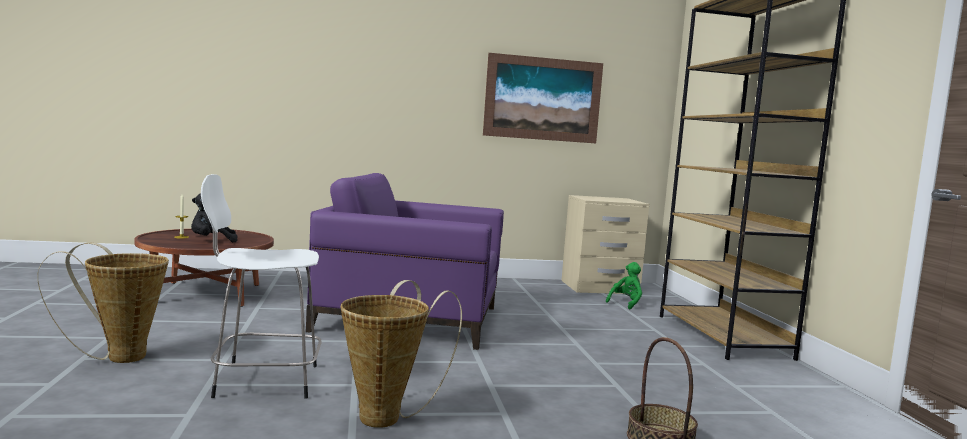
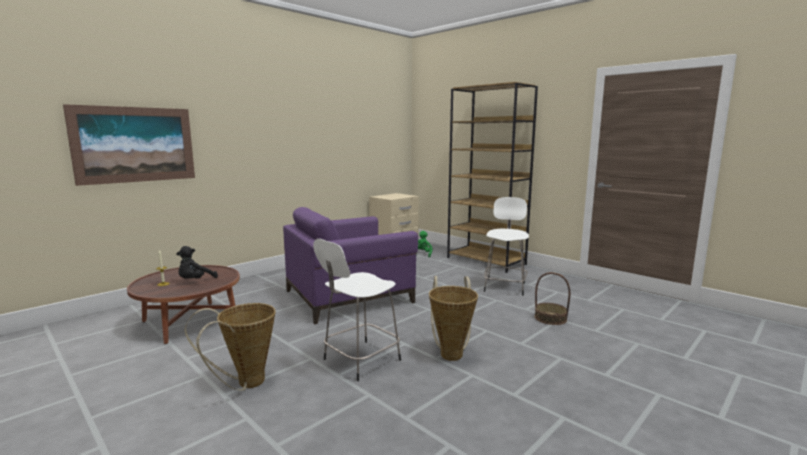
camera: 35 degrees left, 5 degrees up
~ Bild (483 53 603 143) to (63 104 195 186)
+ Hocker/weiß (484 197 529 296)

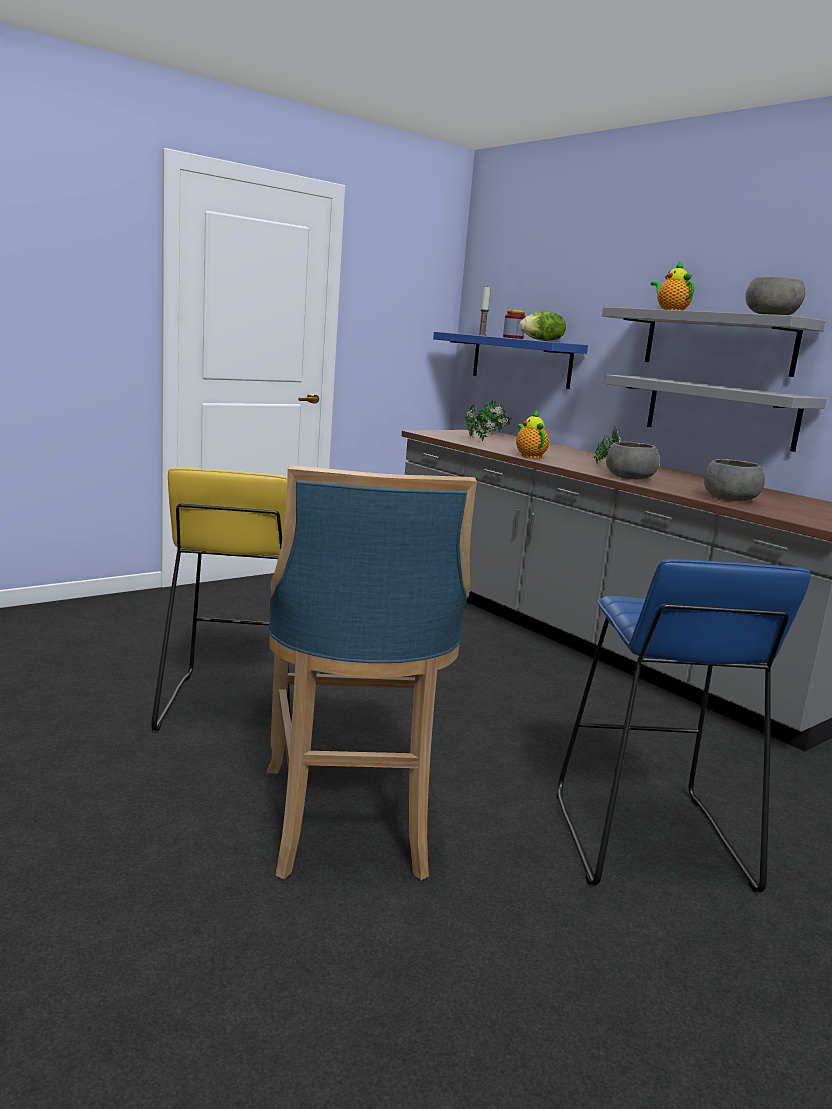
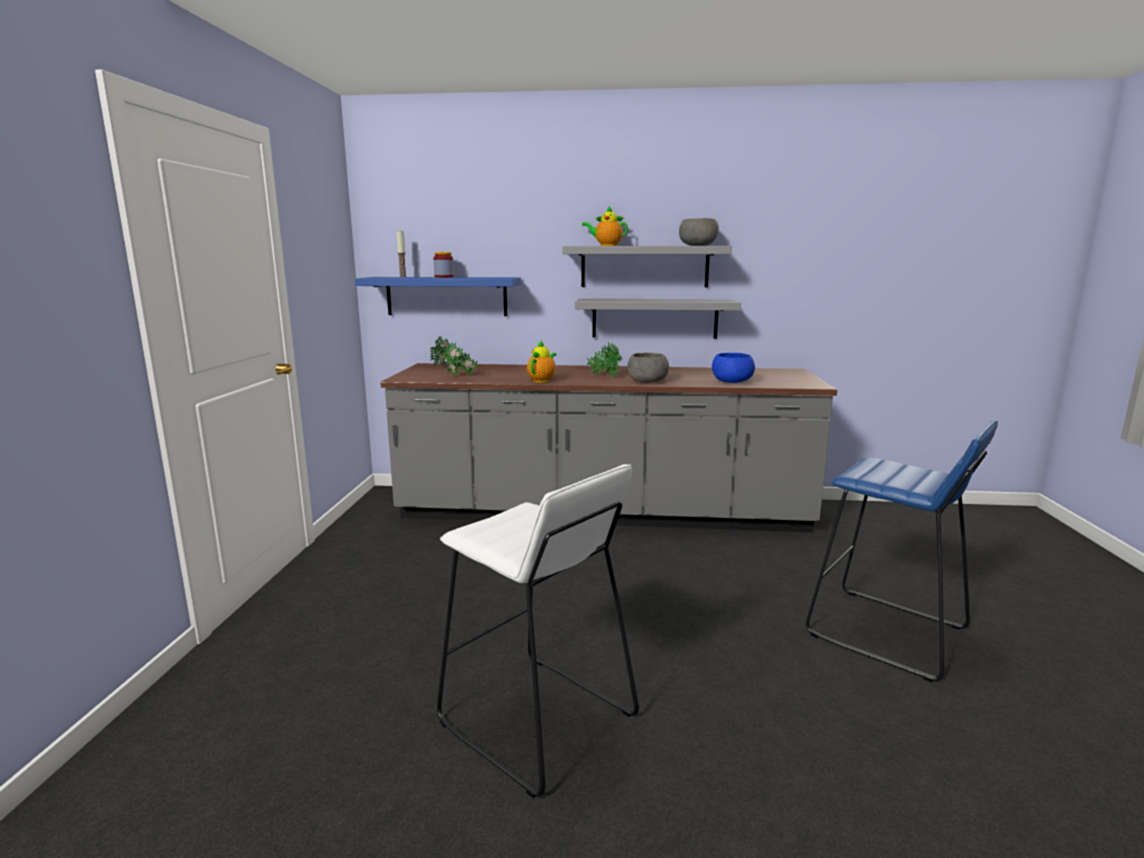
camera: 45 degrees left, 0 degrees up
~ Hocker/gelb (151 467 292 731) to Hocker/weiß (437 464 639 798)
~ Teekanne (516 410 549 458) = (527 340 557 383) 90 degrees clockwise
~ Schüssel/grau (704 459 765 501) to Schüssel/blau (712 353 755 383)
- Hocker/blau (267 465 477 880)
- Salatkopf (520 311 566 341)

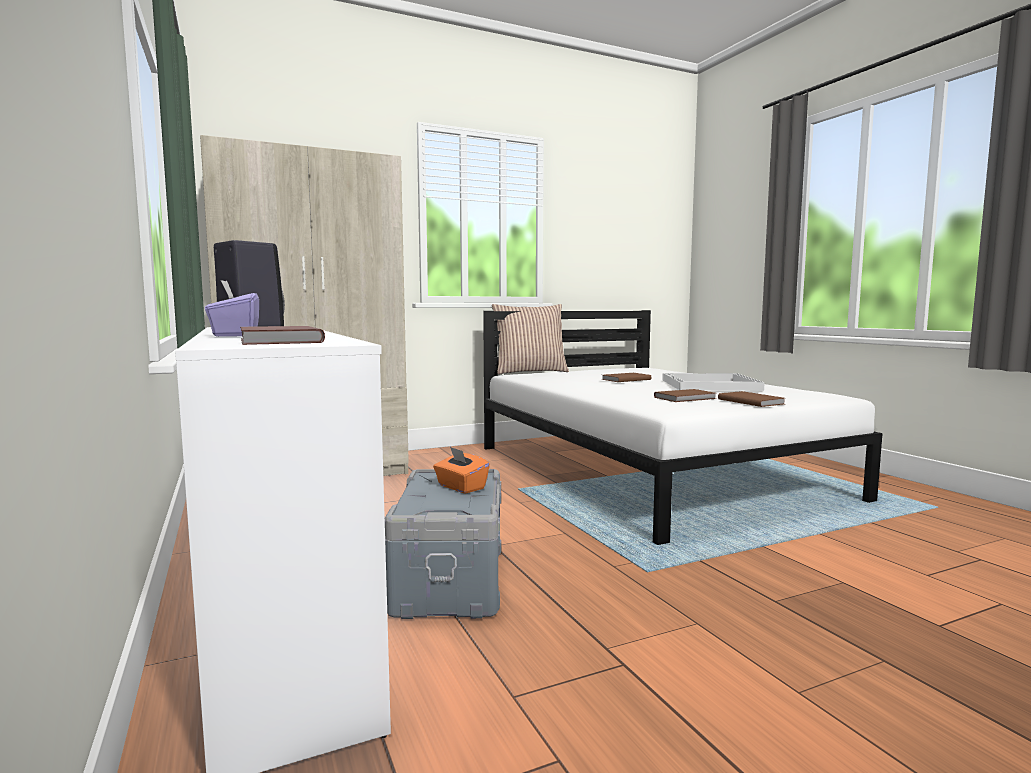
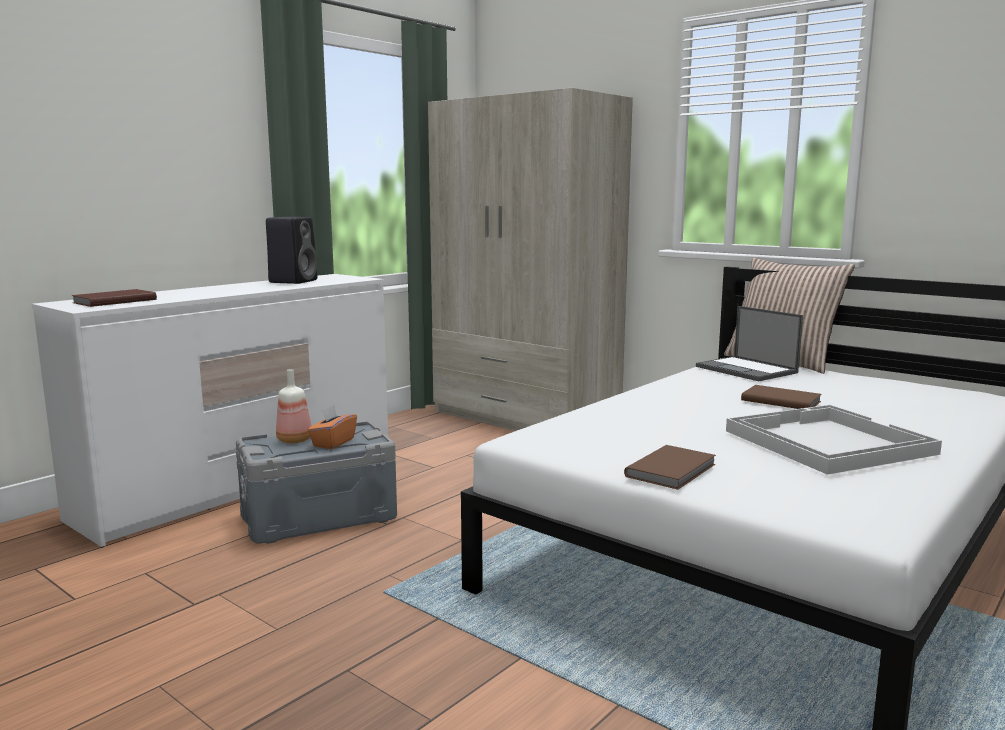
camera: 65 degrees right, 5 degrees up
+ Flasche (276 369 312 443)
+ Laptop (696 306 803 381)
- Taschentuchbox/lila (205 280 259 337)
- Buch/braun (654 389 716 402)

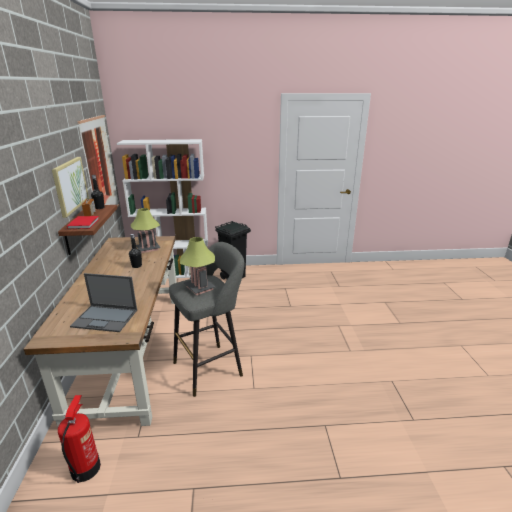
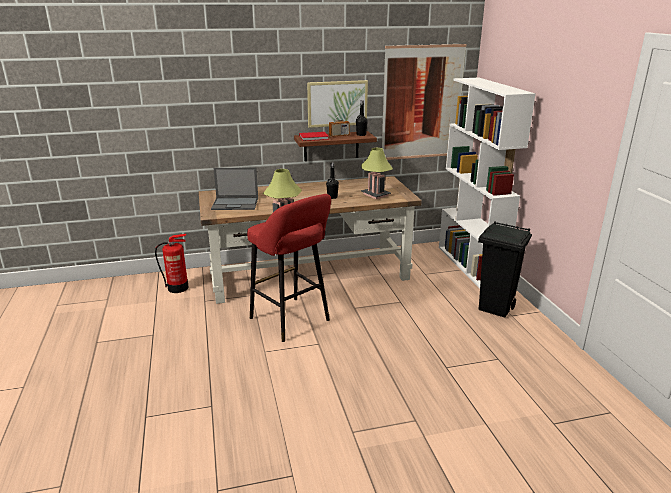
camera: 80 degrees right, 0 degrees up
~ Laptop (70 273 137 332) = (211 168 258 210) 90 degrees counterclockwise
~ Hocker/grau (169 242 245 397) to Hocker/rot (247 194 331 342)

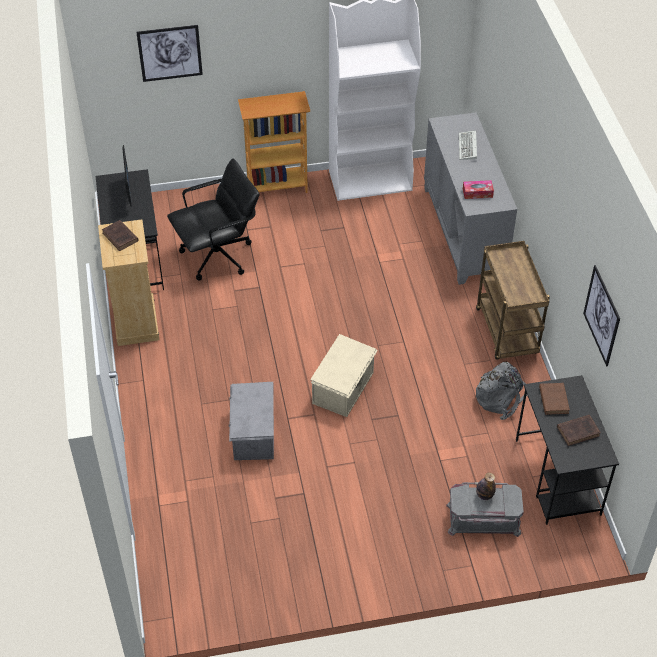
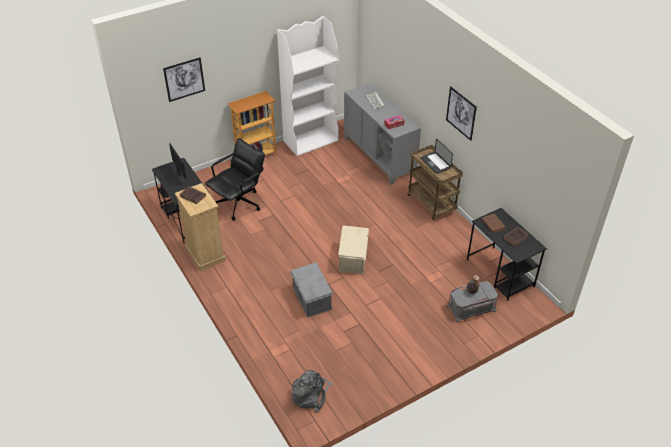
camera: 20 degrees left, 5 degrees down
~ Rucksack/grau (476 362 527 420) to (291 370 333 412)
+ Laptop (421 138 453 174)
~ Bild (583 265 620 367) to (446 86 477 141)

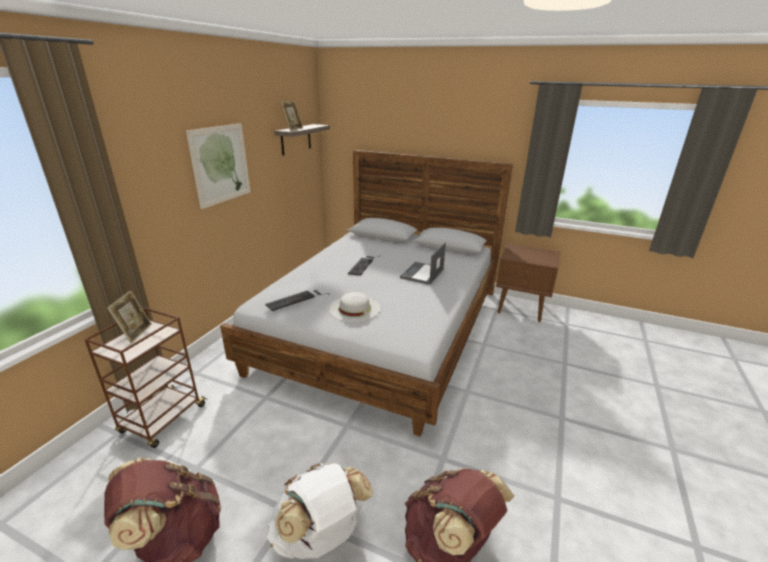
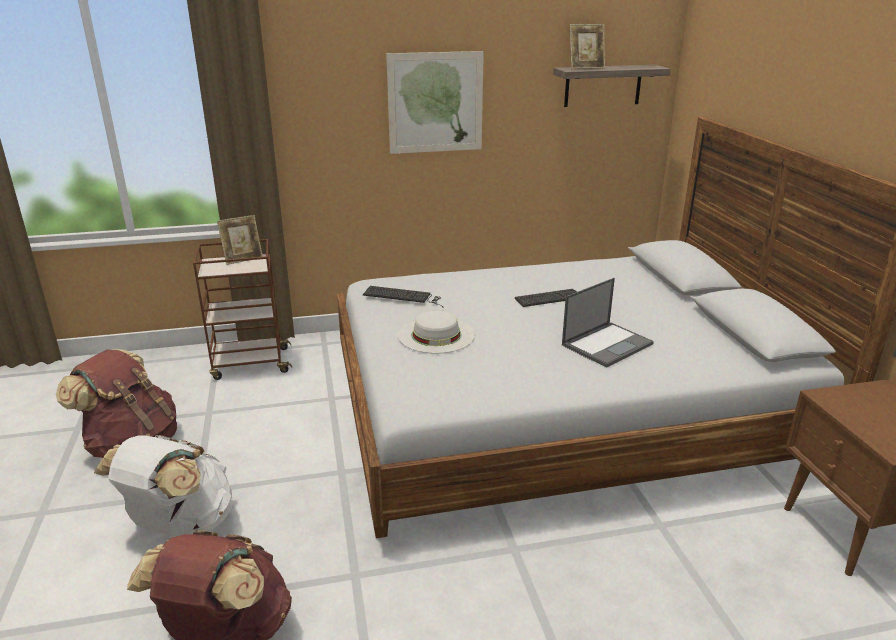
camera: 55 degrees right, 0 degrees up
~ Laptop (400 242 446 285) = (562 278 654 368) 150 degrees clockwise

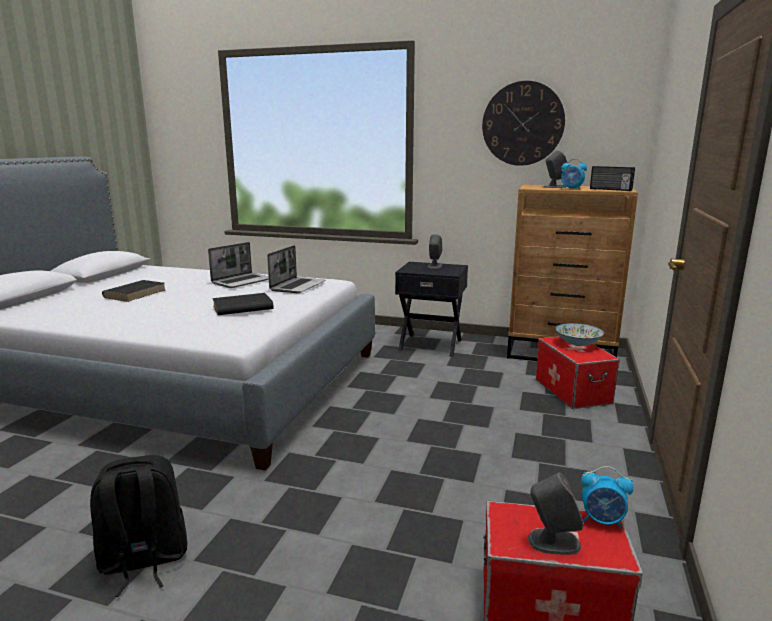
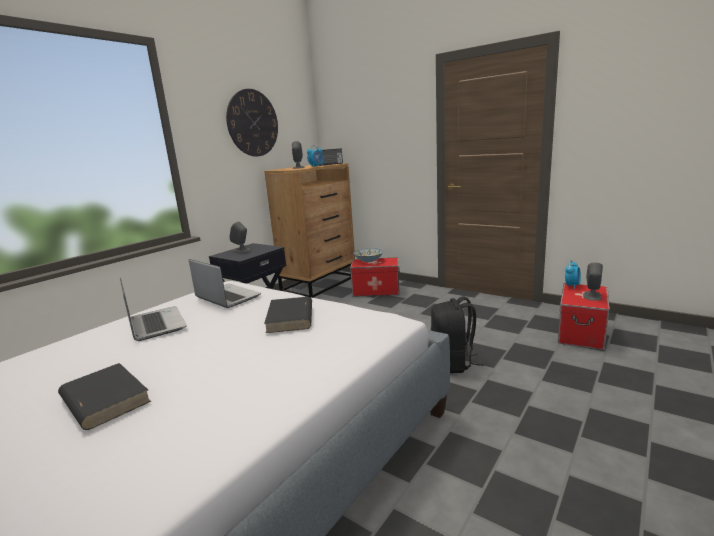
camera: 70 degrees left, 0 degrees up
~ Rucksack/schwarz (90 455 187 597) to (431 297 483 373)

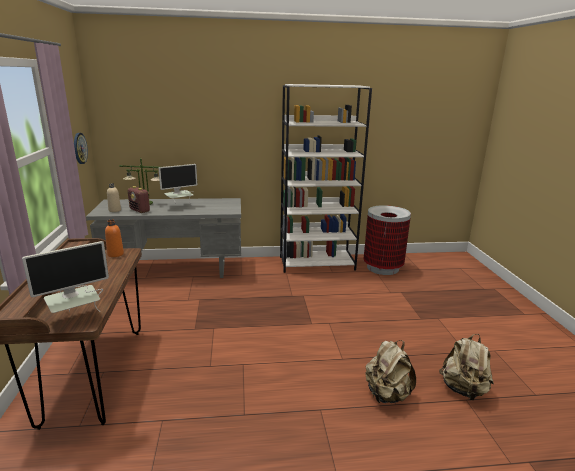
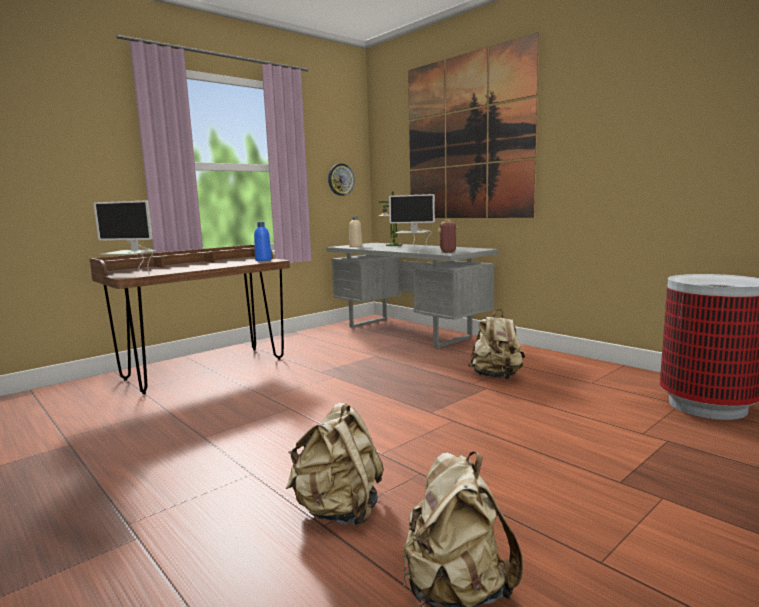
camera: 55 degrees right, 10 degrees down
~ Flasche/orange (105 220 124 257) to Flasche/blau (254 222 272 261)
+ Bild (408 32 539 218)
~ Radio (128 186 150 213) to (438 219 458 253)
+ Rucksack/beige (468 309 525 379)
- Bücherregal/weiß (280 84 372 273)

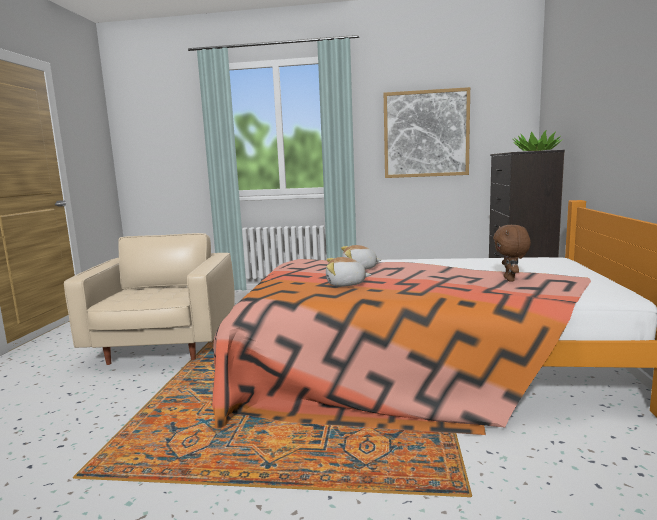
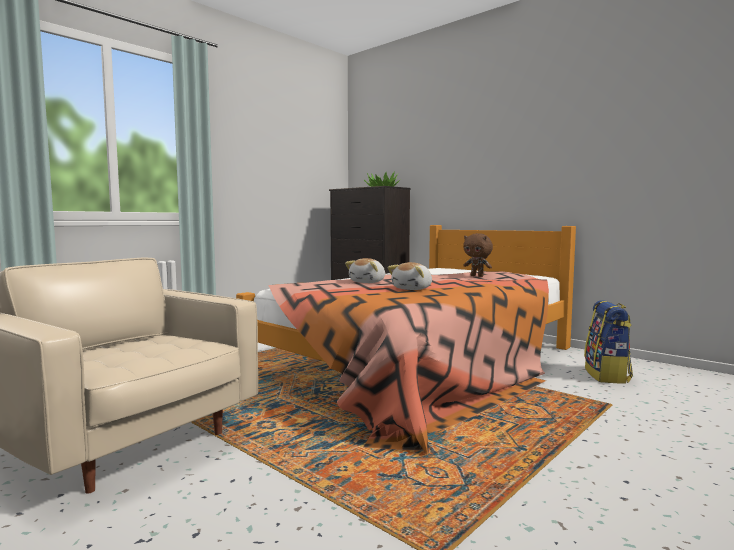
camera: 55 degrees left, 5 degrees down
+ Rucksack (584 300 633 384)
- Bild (384 87 470 178)

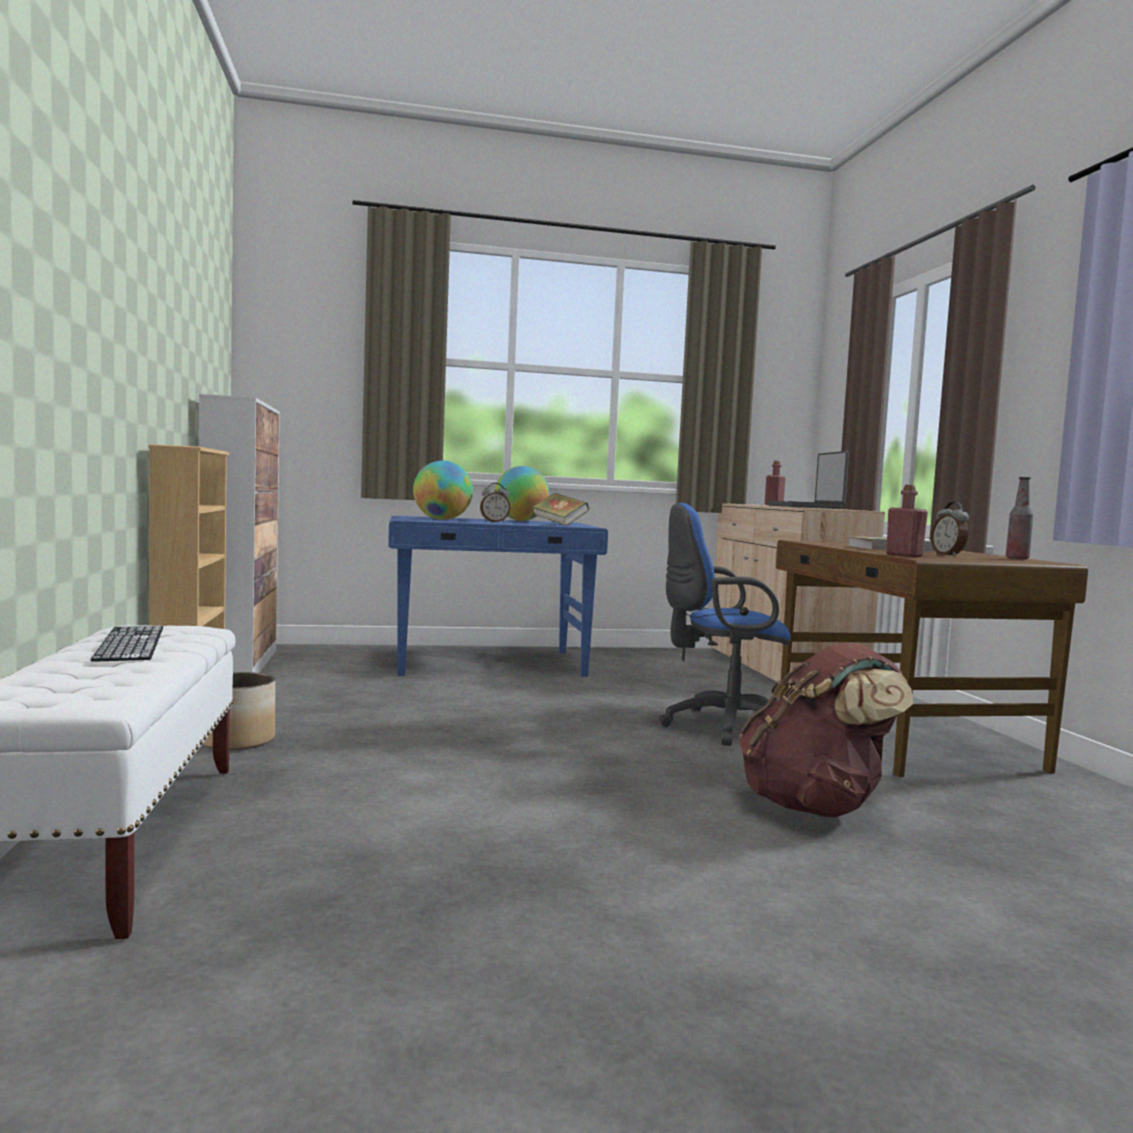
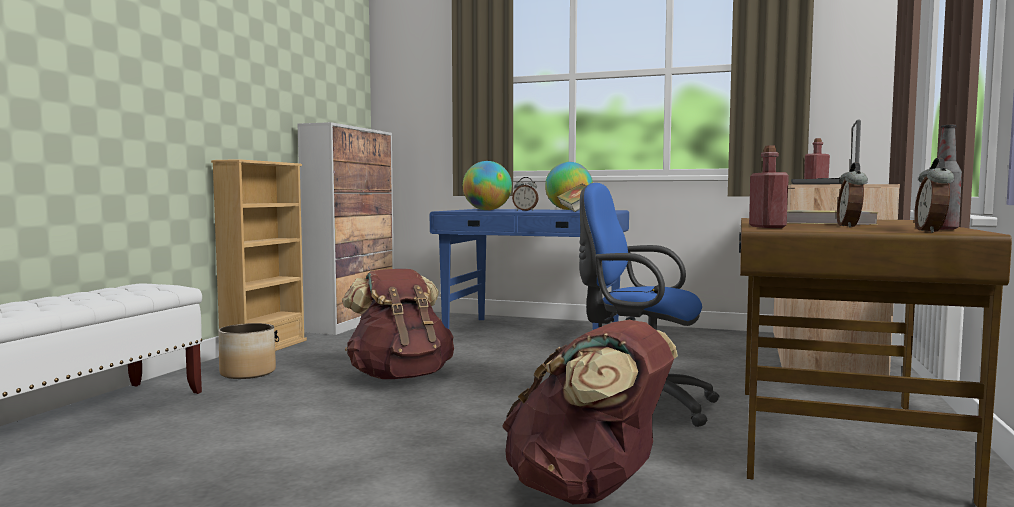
camera: 30 degrees right, 0 degrees up
+ Rucksack/braun (342 269 454 379)
+ Wecker (914 158 954 233)
- Tastatur (91 625 163 662)

